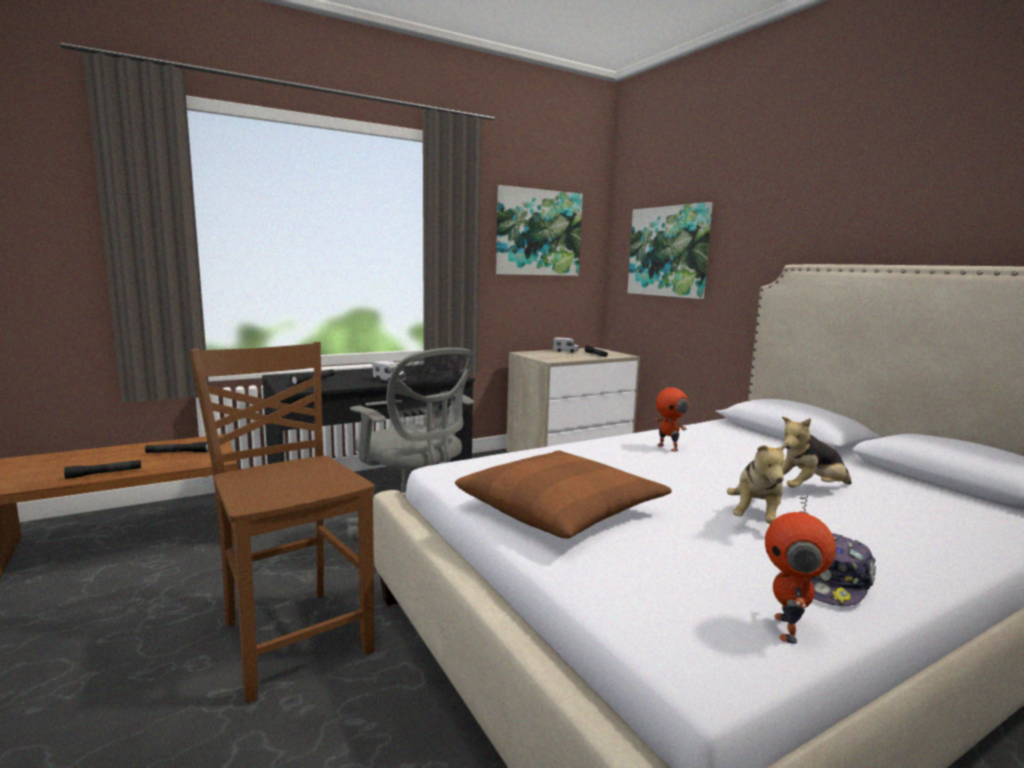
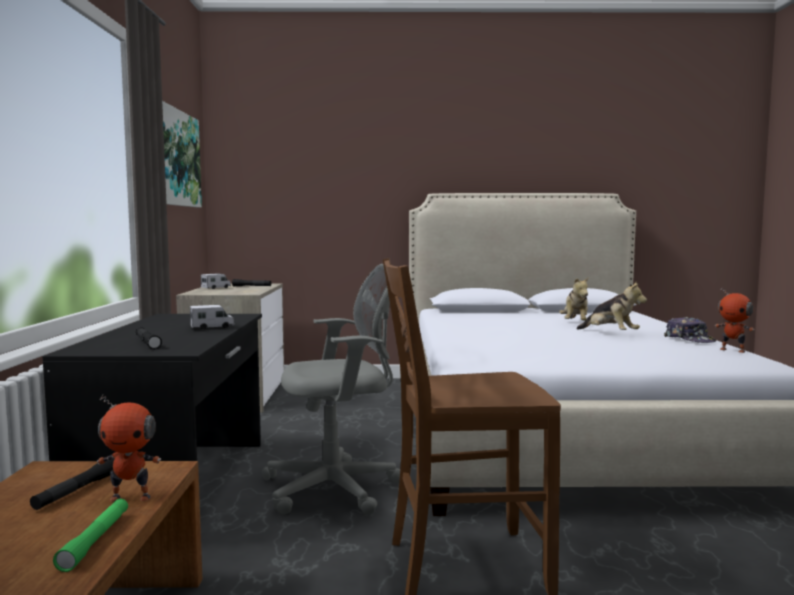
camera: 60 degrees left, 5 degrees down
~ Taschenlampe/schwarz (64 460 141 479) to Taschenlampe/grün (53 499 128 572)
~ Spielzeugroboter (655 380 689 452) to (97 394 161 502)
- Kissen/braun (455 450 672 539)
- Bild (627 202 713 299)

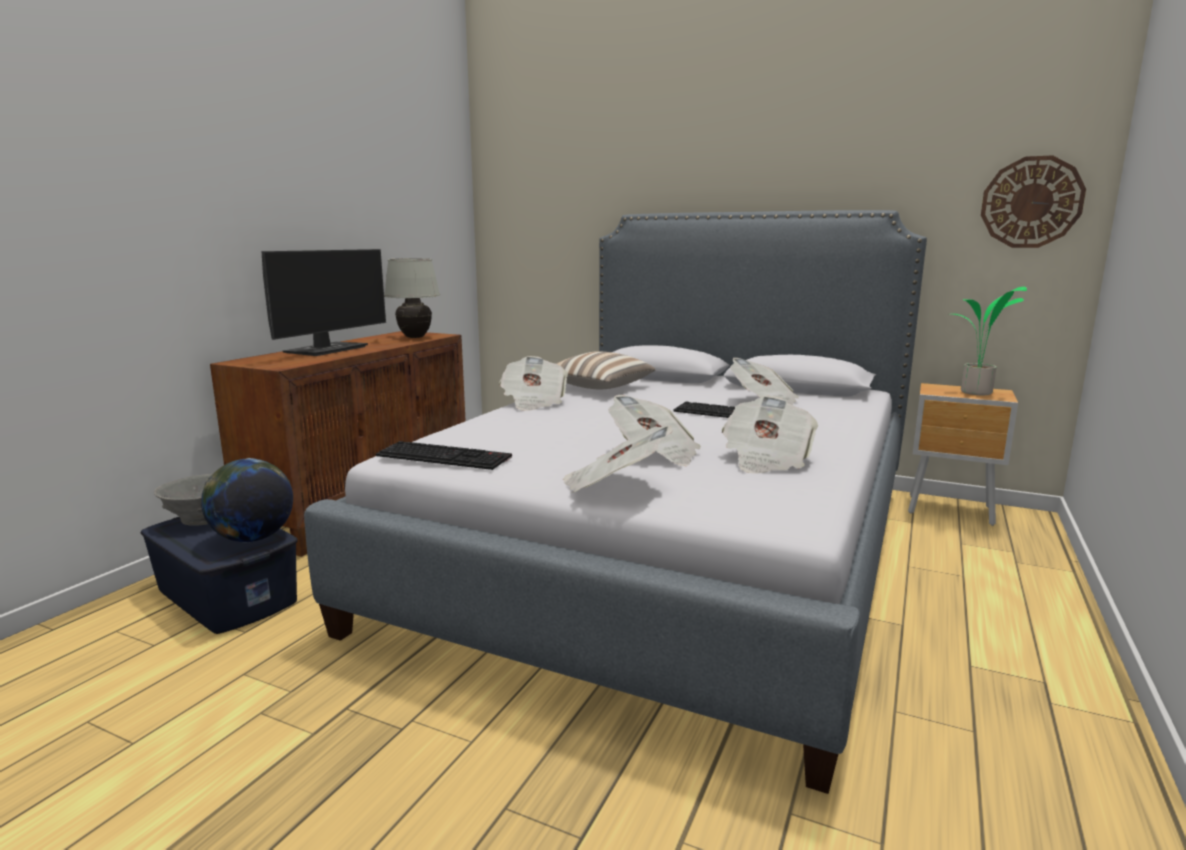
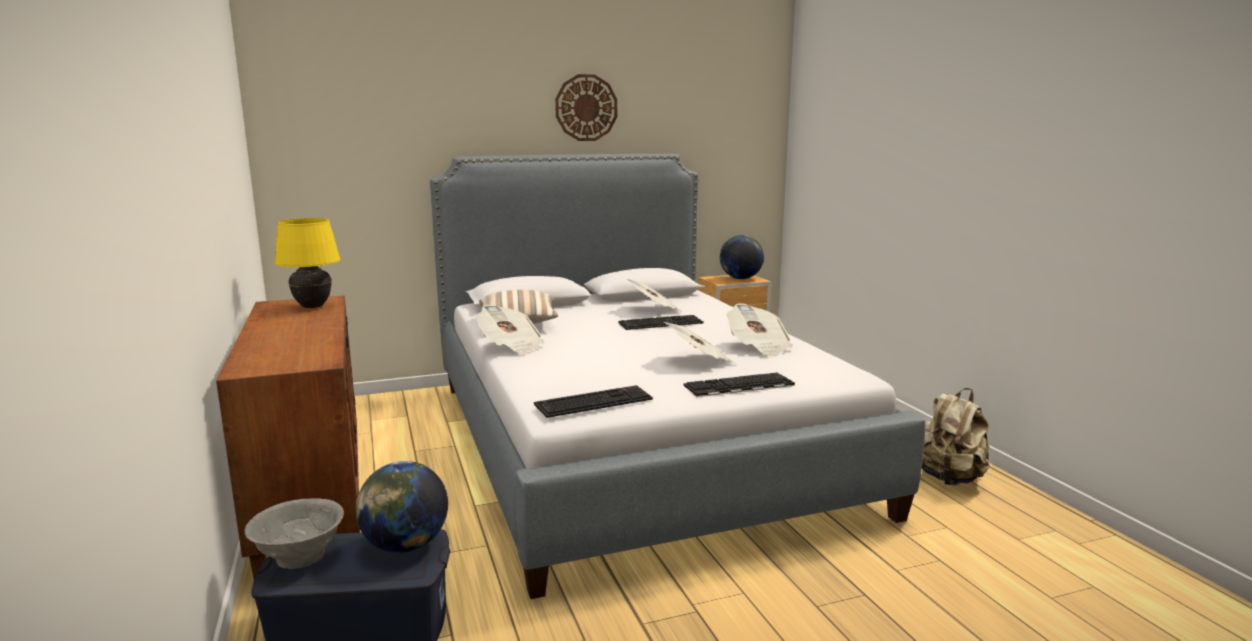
camera: 45 degrees left, 0 degrees up
~ Tischlampe/weiß (384 258 440 338) to Tischlampe/gelb (274 218 341 308)
~ Wanduhr (981 155 1086 248) to (555 74 617 141)
~ Zeitung (563 426 673 493) to Tastatur (683 373 795 397)
~ Topfpflanze (948 287 1027 395) to Globus (720 235 764 279)
+ Rucksack/beige (922 388 990 485)
- Monitor (261 249 386 356)

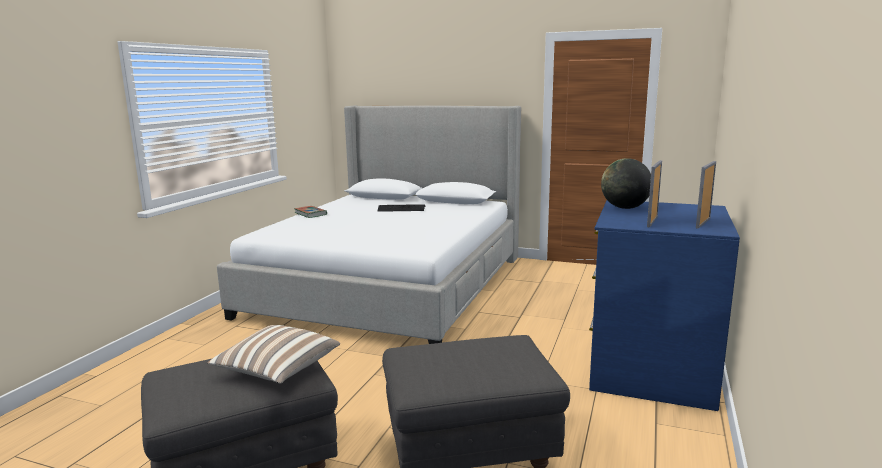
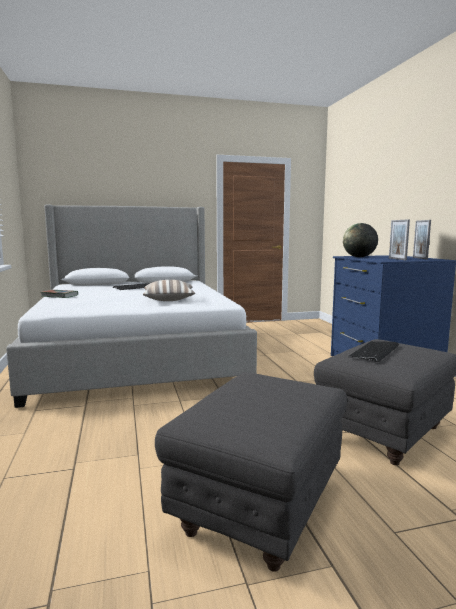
camera: 35 degrees left, 5 degrees down
~ Kissen (207 325 340 384) to (143 280 195 301)
+ Tastatur (348 341 399 362)

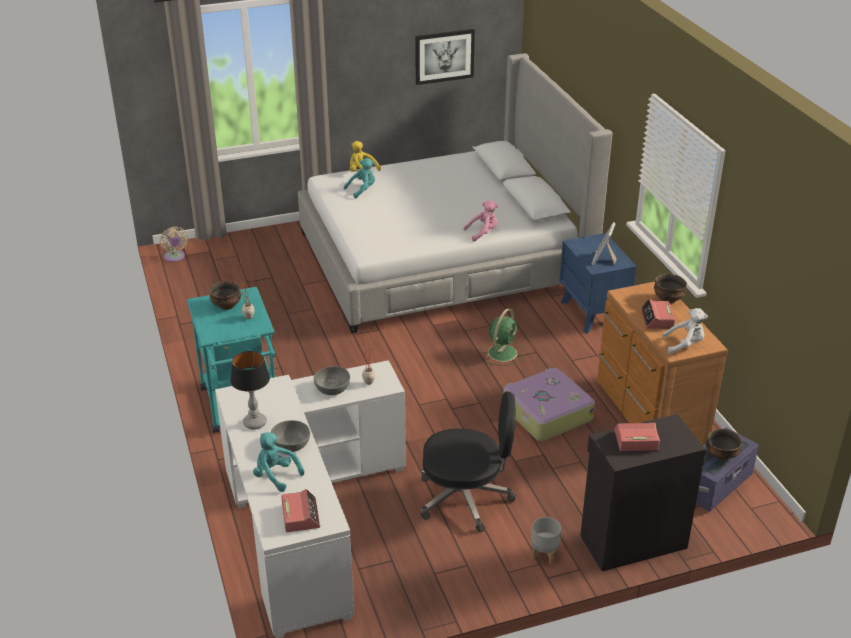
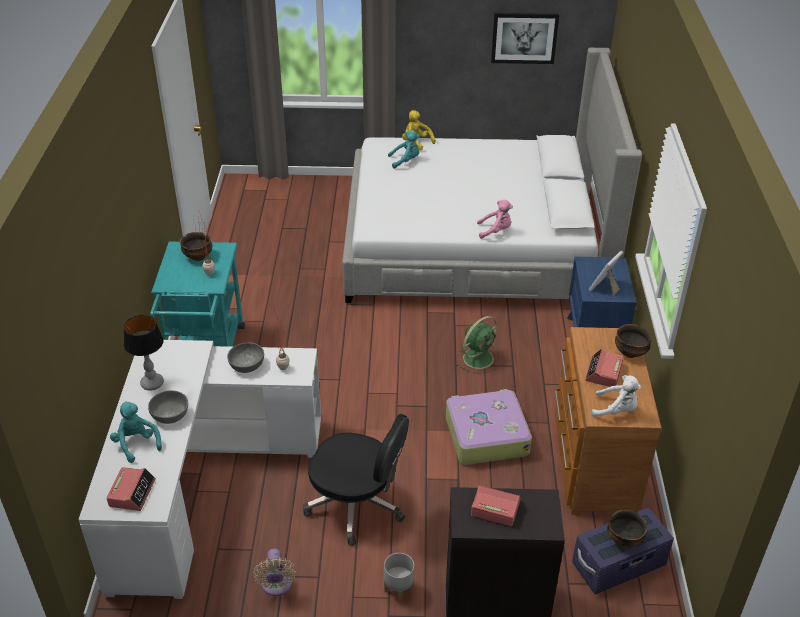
camera: 20 degrees right, 5 degrees up
~ Ventilator/beige (160 227 188 262) to (253 549 296 596)

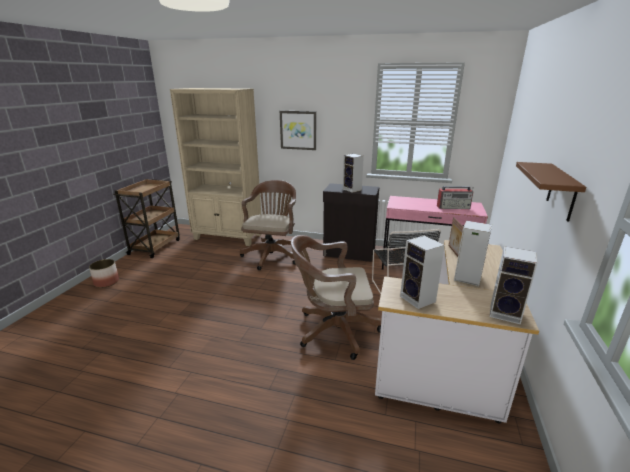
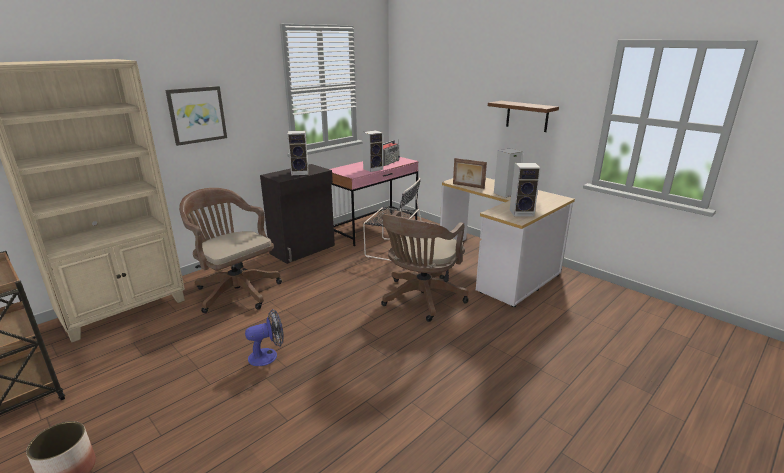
camera: 60 degrees left, 0 degrees up
+ Ventilator (245 309 284 366)
~ Lautsprecher (490 246 538 324) to (362 130 383 172)

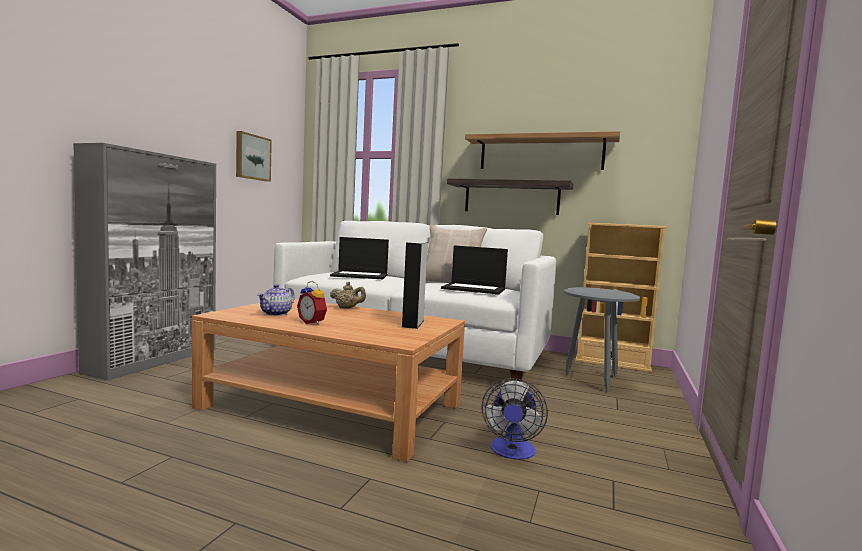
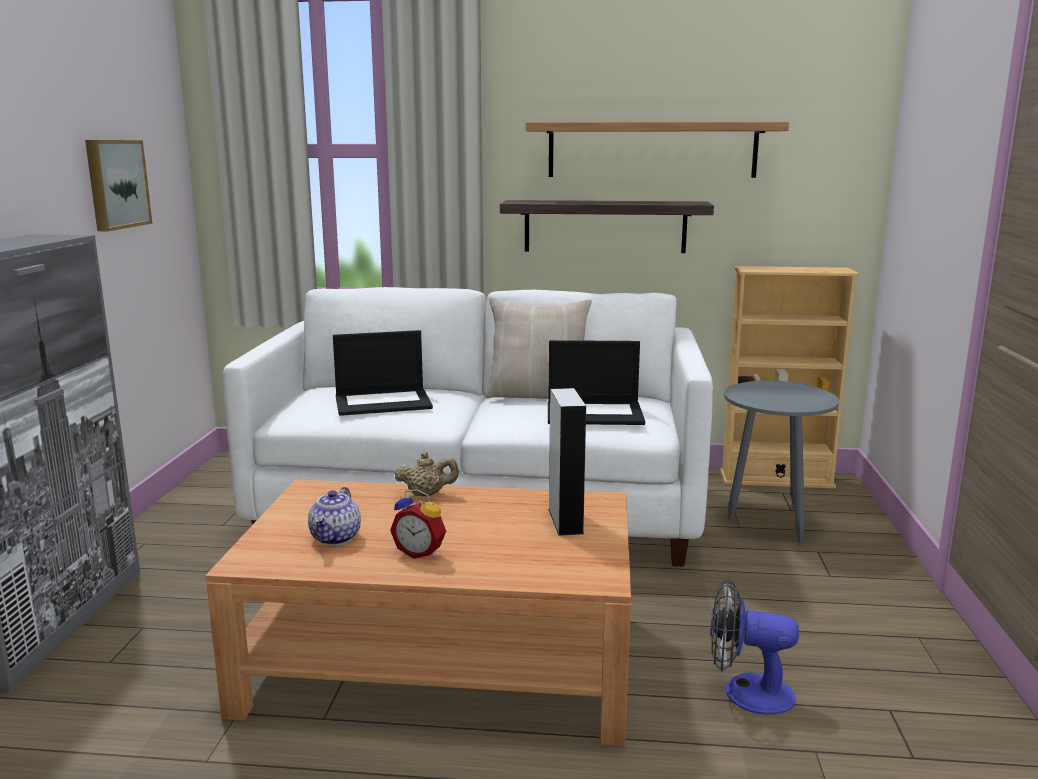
camera: 15 degrees left, 10 degrees up
~ Ventilator (482 378 548 460) = (710 579 799 715) 105 degrees clockwise

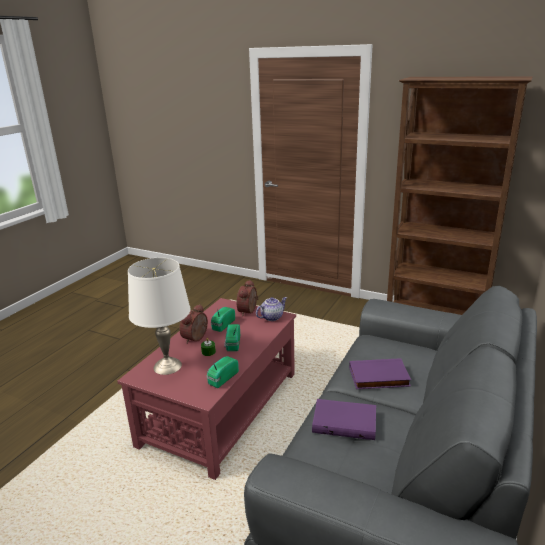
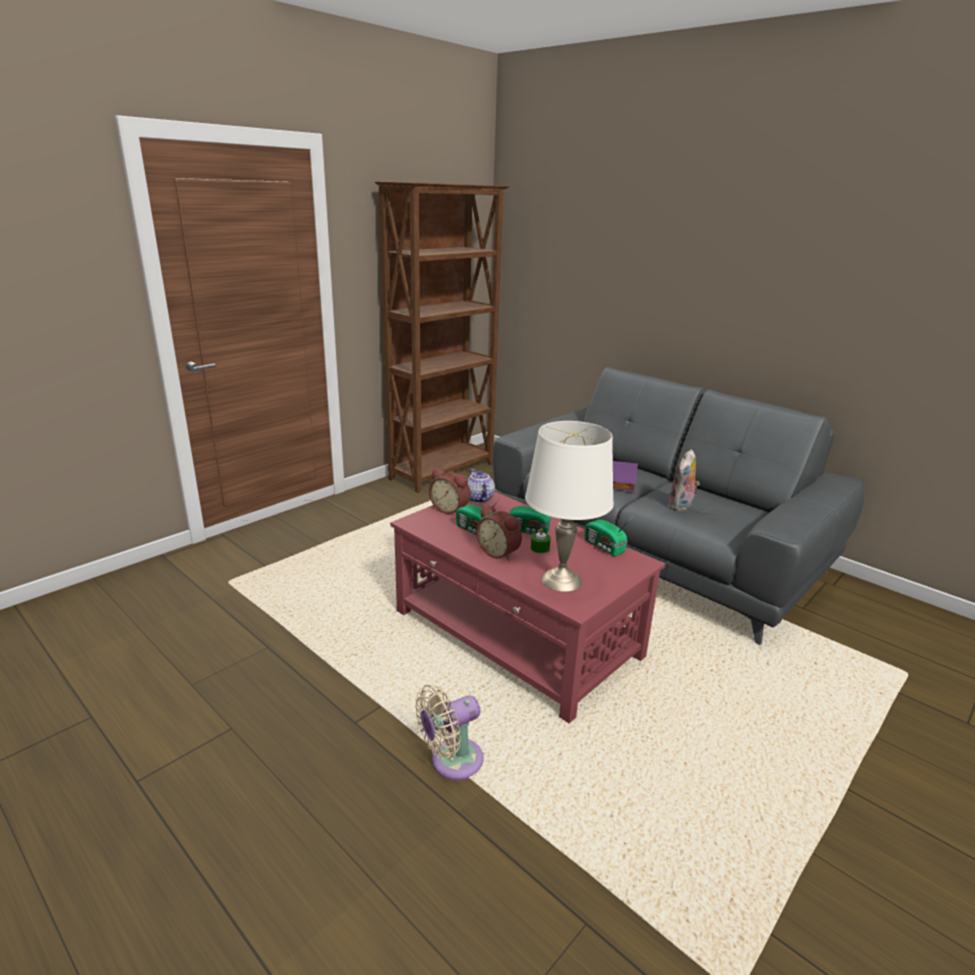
camera: 75 degrees left, 0 degrees up
+ Ventilator/beige (415 684 484 781)
~ Buch/lila (312 399 376 440) to Plüschtier (668 449 700 511)

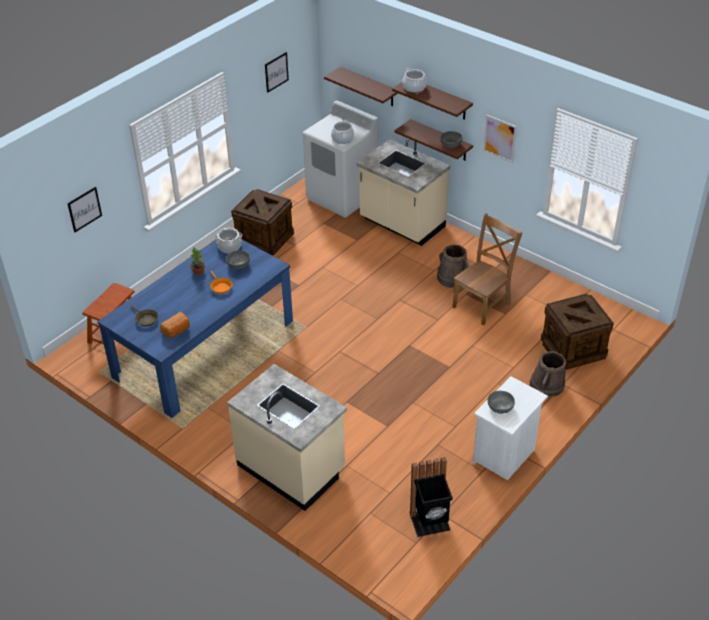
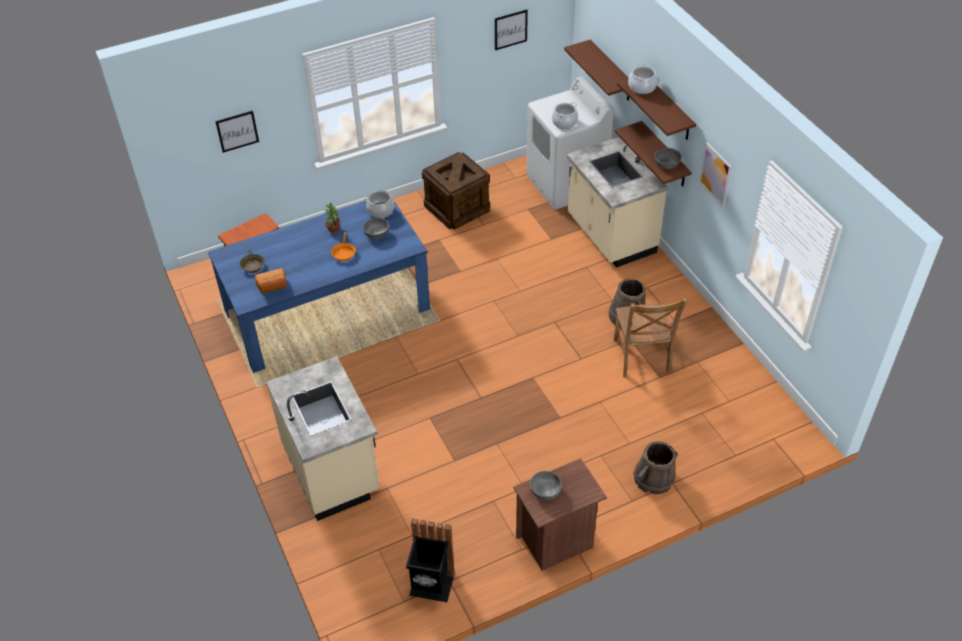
camera: 25 degrees right, 5 degrees up
~ Nachttisch/weiß (473 376 548 480) to Nachttisch/braun (513 458 607 571)
~ Stuhl/braun (452 213 523 326) = (614 298 687 378) 105 degrees clockwise
- Kiste (541 293 614 370)

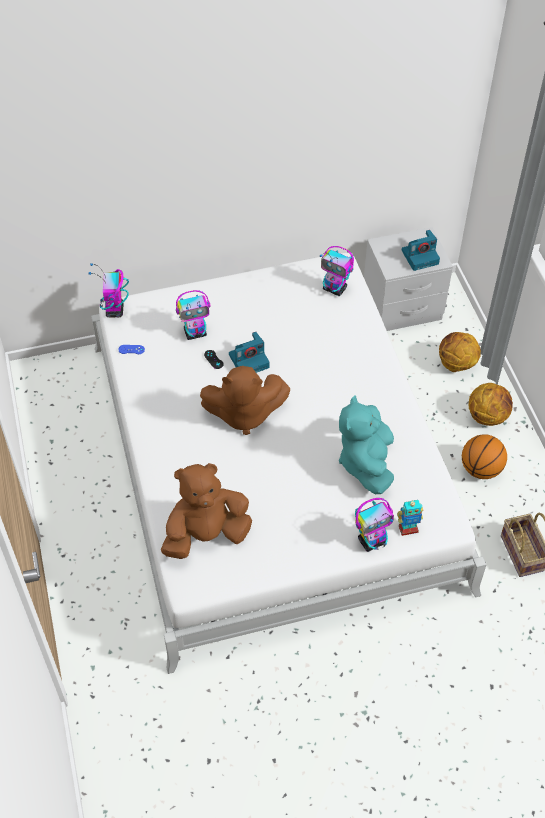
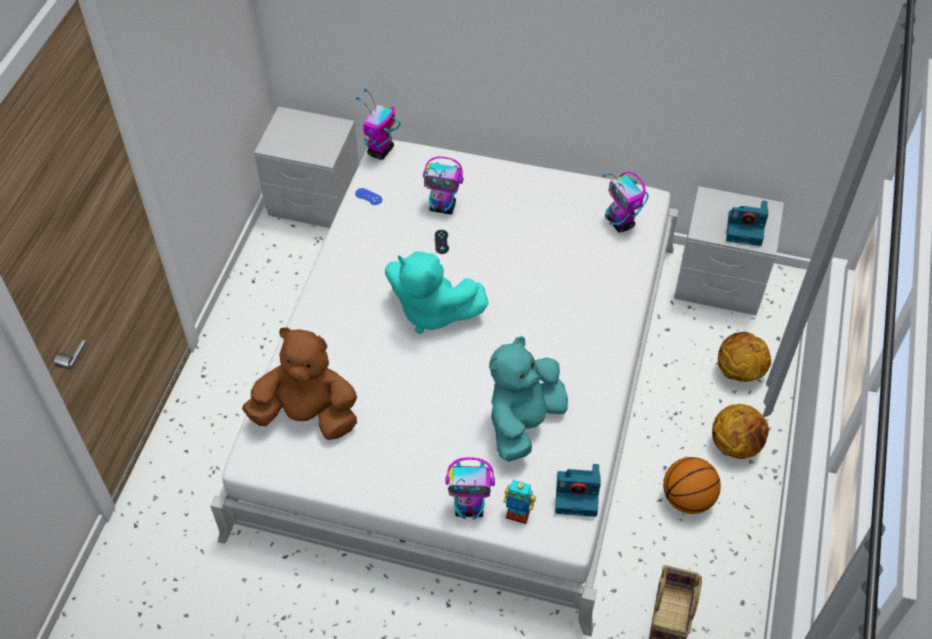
camera: 30 degrees right, 0 degrees up
+ Nachttisch/grau (254 107 359 228)
~ Plüschtier/braun (200 366 290 435) to Plüschtier/türkis (385 251 489 334)
~ Kamera (229 332 269 373) to (555 464 601 517)

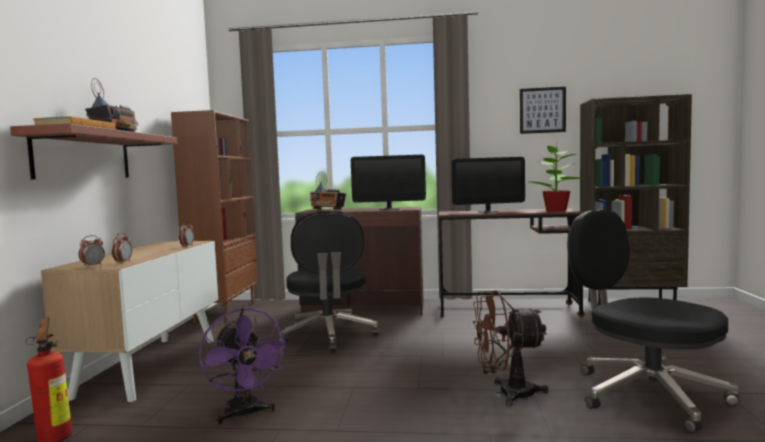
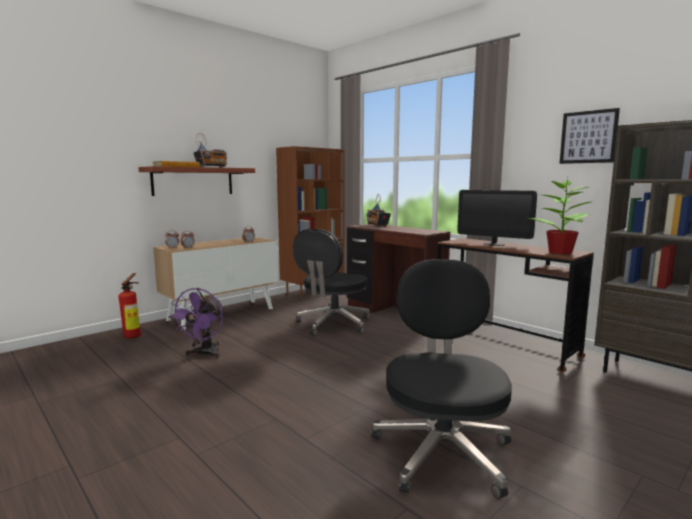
camera: 40 degrees right, 5 degrees up
- Monitor (351 155 426 210)
- Ventilator/braun (473 290 548 406)

